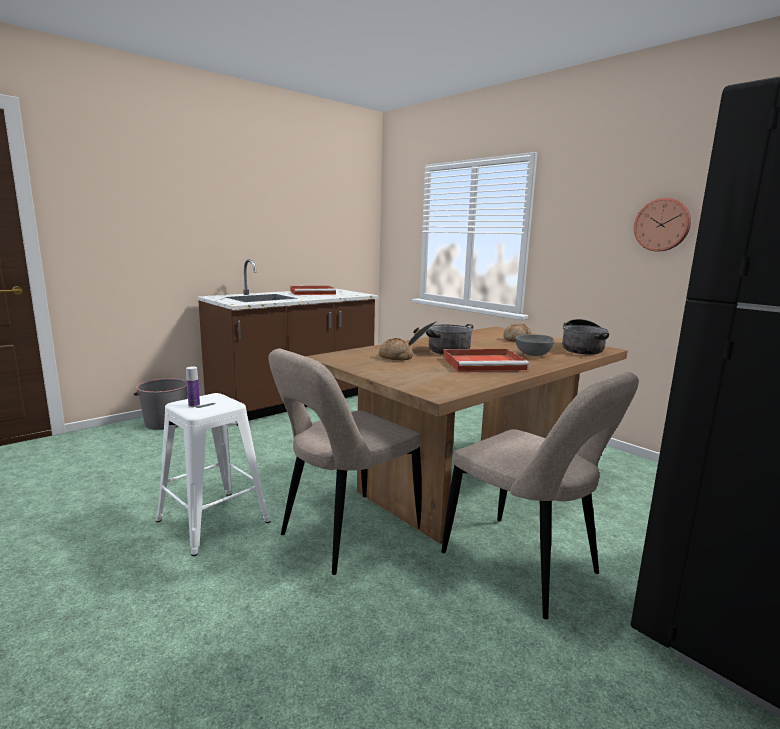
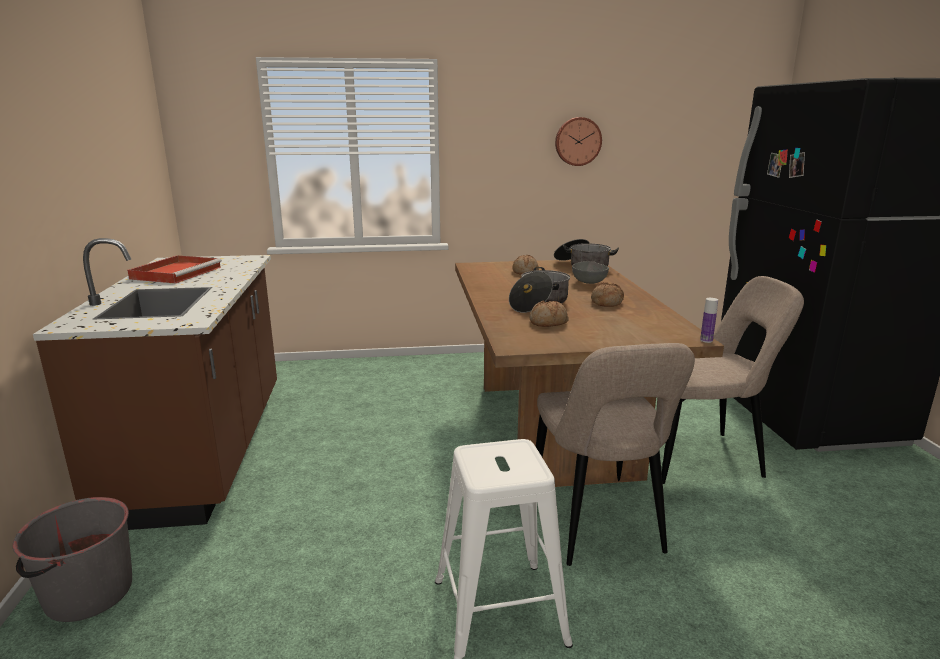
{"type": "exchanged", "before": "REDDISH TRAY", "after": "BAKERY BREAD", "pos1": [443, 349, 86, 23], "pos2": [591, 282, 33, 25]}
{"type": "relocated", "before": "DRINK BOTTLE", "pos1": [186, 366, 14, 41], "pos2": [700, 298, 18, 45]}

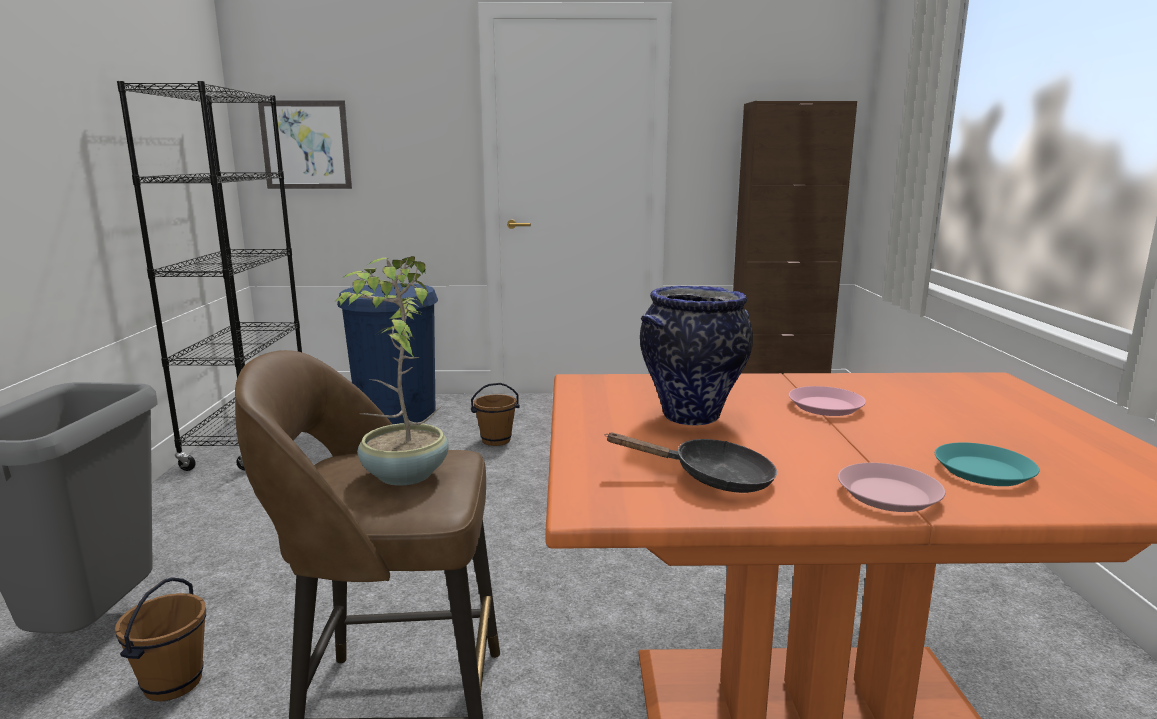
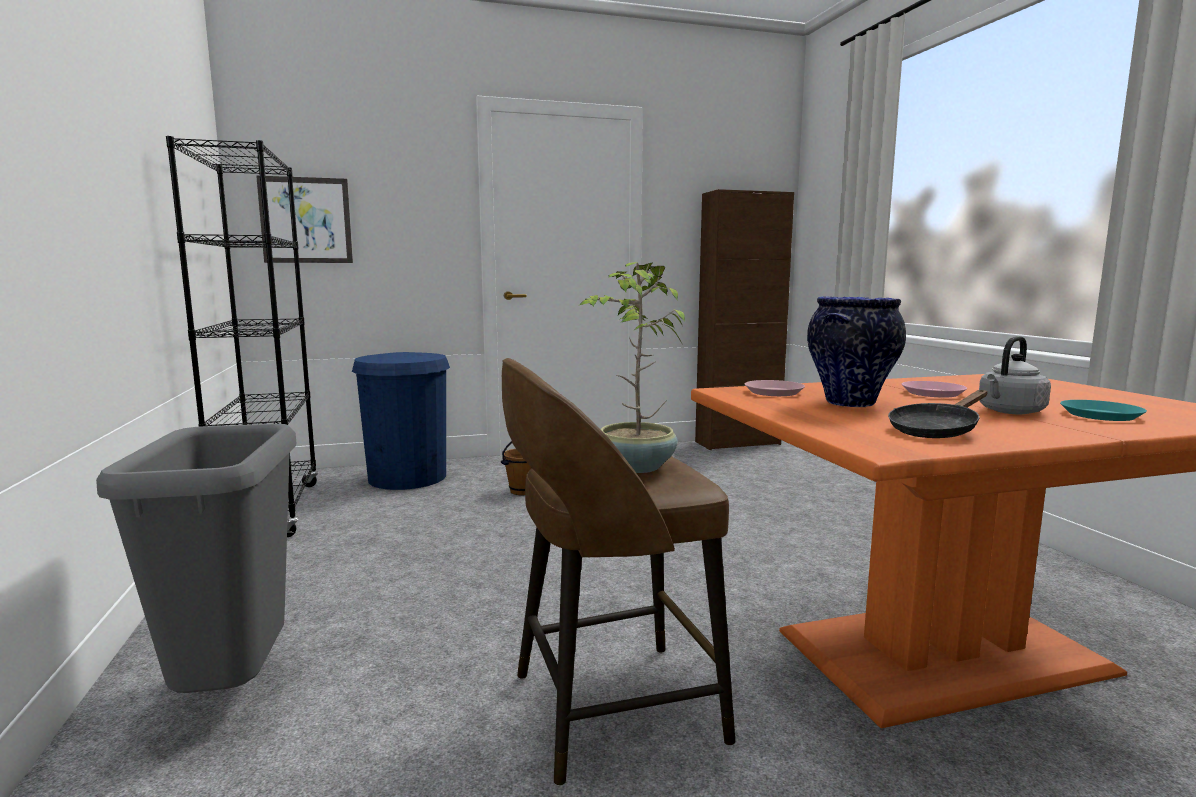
{"type": "spun", "before": "BLACKISH FRYING PAN", "pos1": [605, 432, 172, 61], "pos2": [888, 390, 99, 48], "turn": 150}
{"type": "relocated", "before": "PINK PLATE", "pos1": [838, 463, 107, 49], "pos2": [745, 380, 60, 16]}
{"type": "missing", "before": "BROWN-COLOURED BUCKET", "pos1": [115, 577, 91, 124]}
{"type": "appeared", "after": "GREYISH KETTLE", "pos2": [979, 336, 72, 78]}

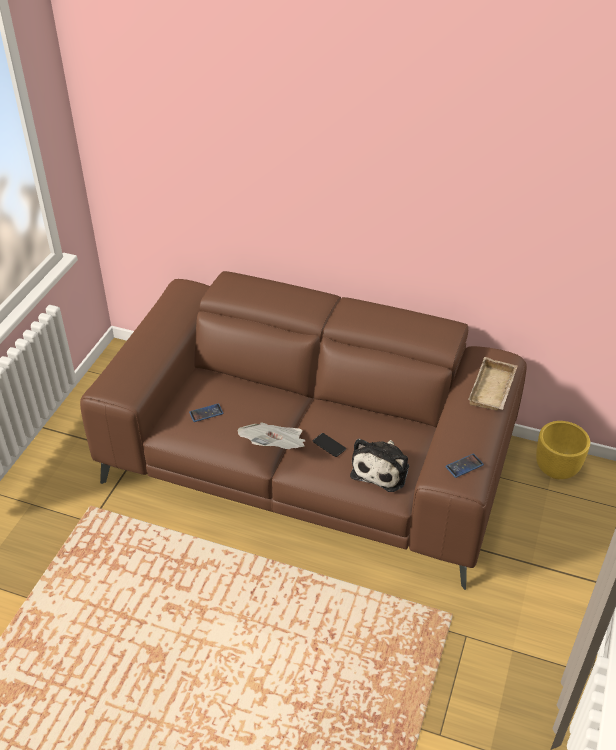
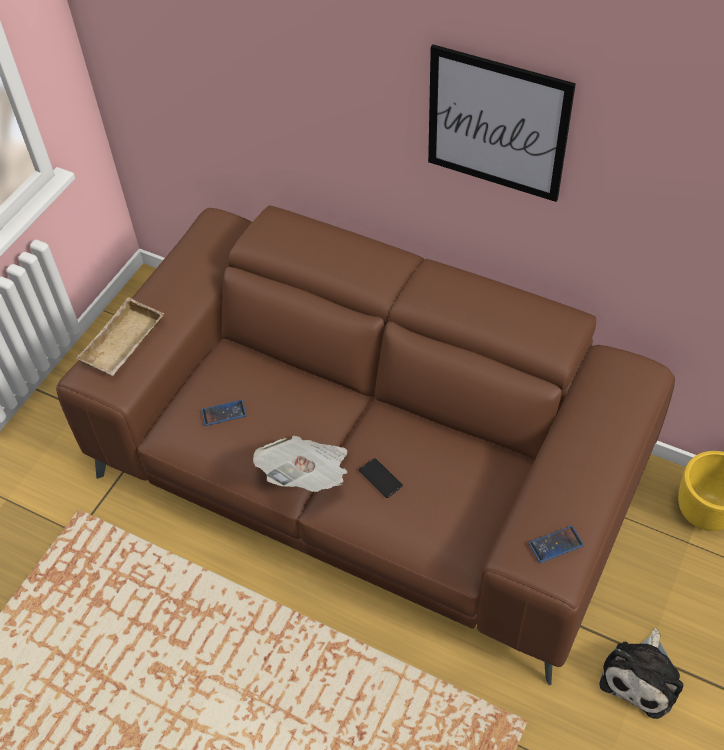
{"type": "relocated", "before": "SAND-COLOURED TRAY", "pos1": [468, 357, 49, 54], "pos2": [76, 297, 88, 79]}
{"type": "relocated", "before": "PLUSH TOY", "pos1": [350, 438, 59, 54], "pos2": [599, 628, 84, 91]}
{"type": "appeared", "after": "WALL ART", "pos2": [428, 44, 148, 158]}

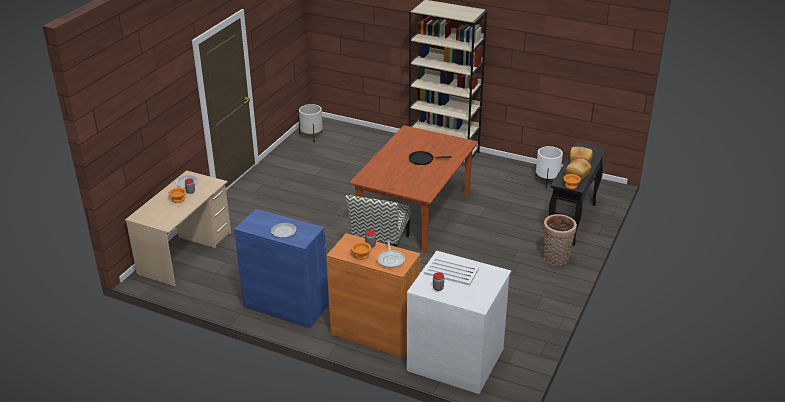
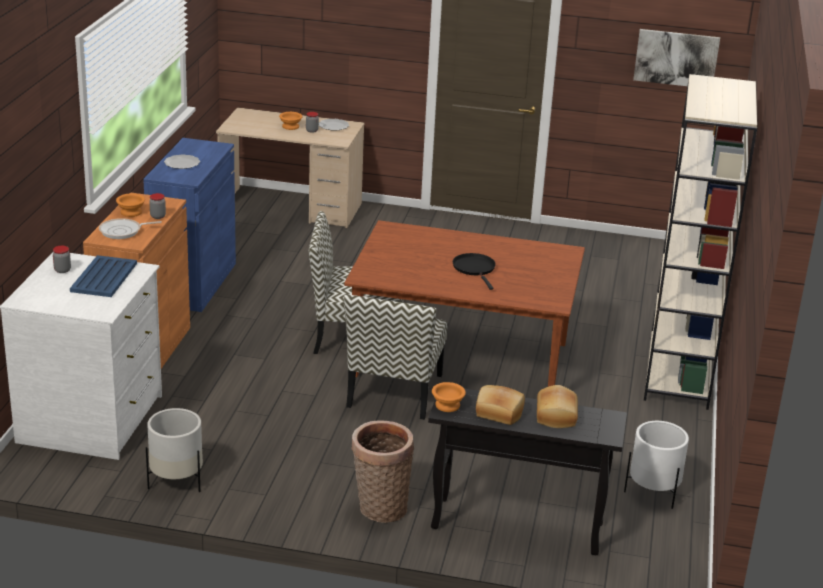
{"type": "relocated", "before": "WHITISH PLANT POT", "pos1": [298, 104, 25, 39], "pos2": [146, 408, 57, 84]}
{"type": "colour", "before": "WHITISH TRAY", "after": "BLUE TRAY", "pos1": [424, 257, 55, 29], "pos2": [70, 255, 67, 42]}
{"type": "appeared", "after": "WALL ART", "pos2": [633, 29, 87, 57]}
{"type": "appeared", "after": "PLAIN CHAIR", "pos2": [344, 294, 104, 126]}

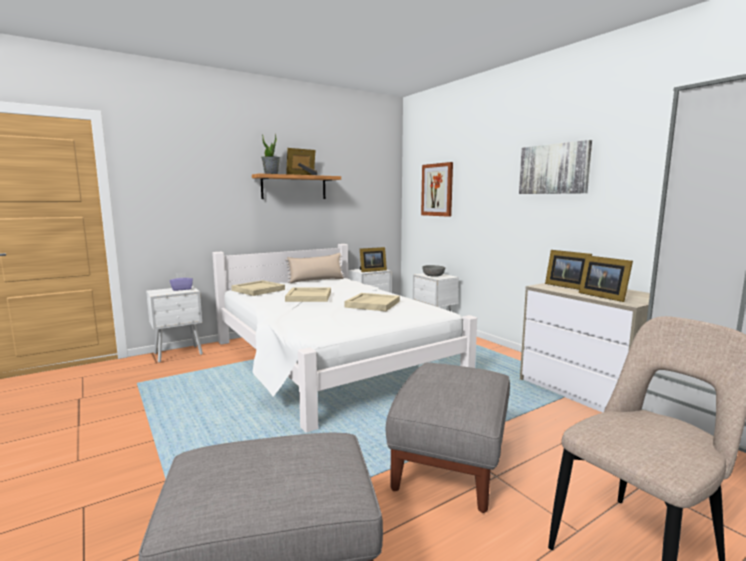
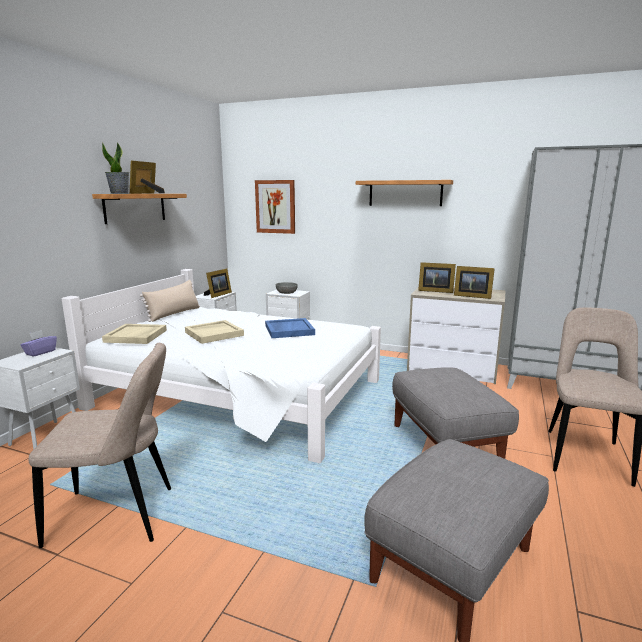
{"type": "exchanged", "before": "WALL ART", "after": "SHELF", "pos1": [519, 140, 73, 54], "pos2": [356, 180, 97, 26]}
{"type": "colour", "before": "SAND-COLOURED TRAY", "after": "BLUE TRAY", "pos1": [345, 293, 55, 18], "pos2": [265, 318, 50, 20]}
{"type": "appeared", "after": "SAND-COLOURED PLAIN CHAIR", "pos2": [28, 343, 143, 205]}

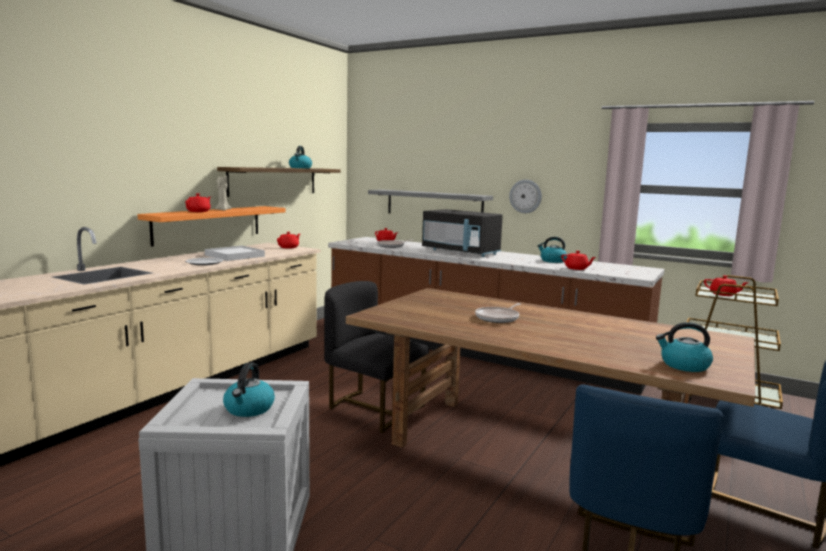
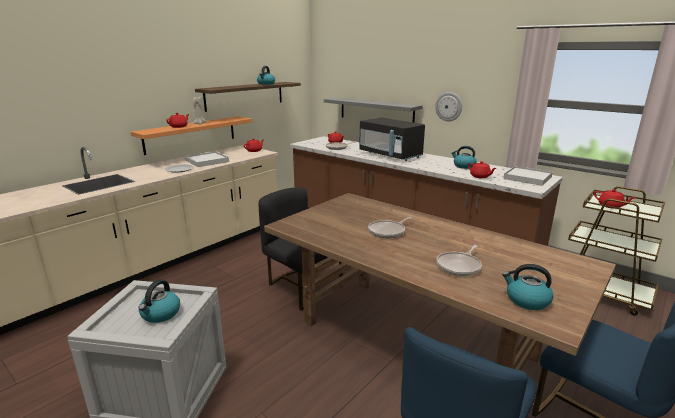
{"type": "appeared", "after": "WHITISH TRAY", "pos2": [503, 166, 50, 20]}
{"type": "appeared", "after": "FRYING PAN", "pos2": [436, 245, 46, 31]}

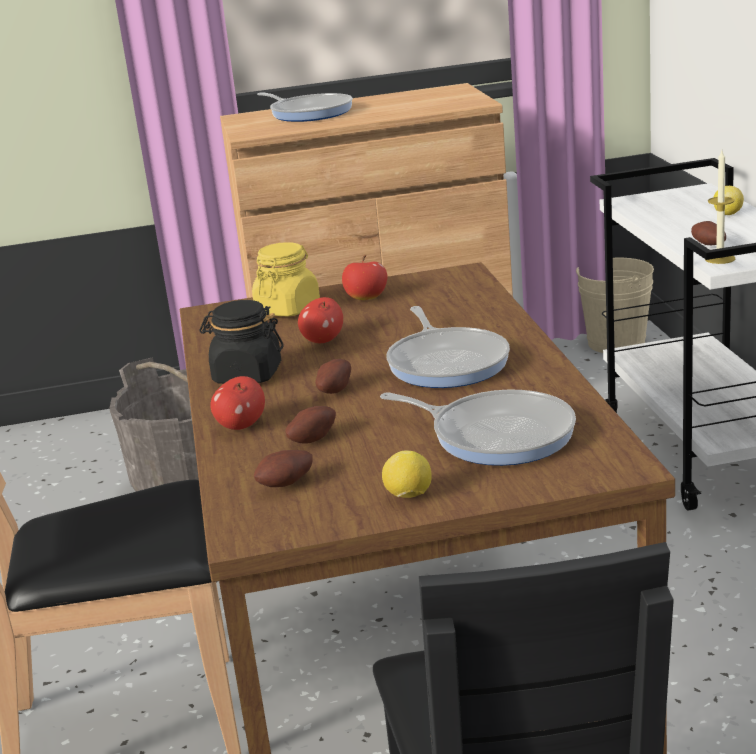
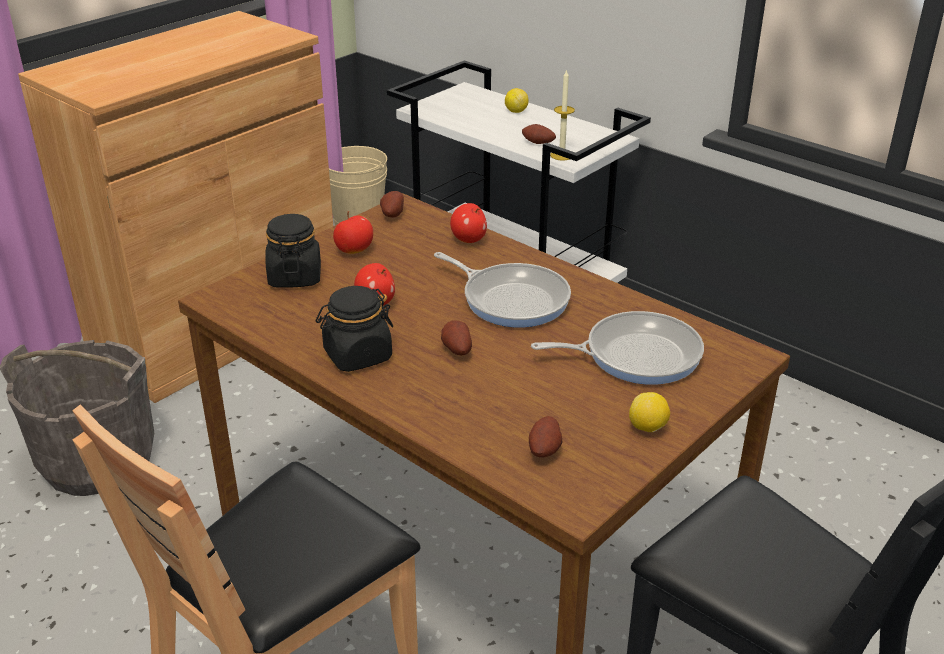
{"type": "missing", "before": "FRYING PAN", "pos1": [257, 92, 96, 30]}
{"type": "colour", "before": "YELLOW PRESERVE JAR", "after": "BLACKISH PRESERVE JAR", "pos1": [252, 242, 68, 74], "pos2": [265, 214, 56, 74]}
{"type": "relocated", "before": "APPLE", "pos1": [210, 376, 55, 54], "pos2": [450, 203, 37, 40]}
{"type": "relocated", "before": "WHOLE POTATO", "pos1": [285, 406, 51, 38], "pos2": [380, 191, 24, 26]}

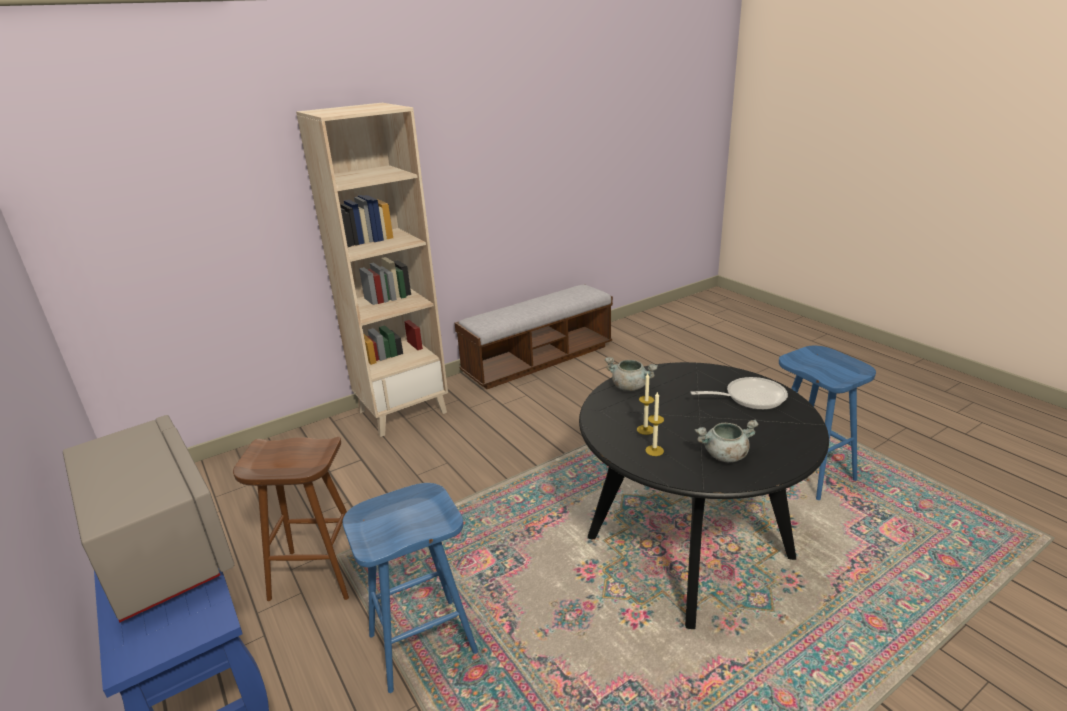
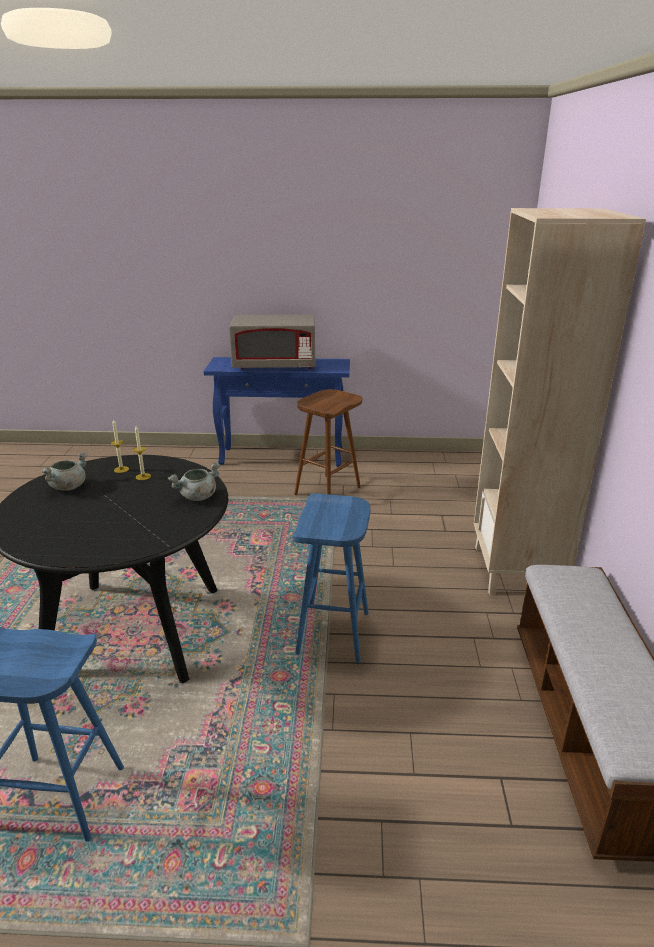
{"type": "missing", "before": "FRYING PAN", "pos1": [690, 377, 98, 33]}
{"type": "relocated", "before": "BLUE STOOL", "pos1": [343, 483, 135, 210], "pos2": [293, 494, 78, 169]}

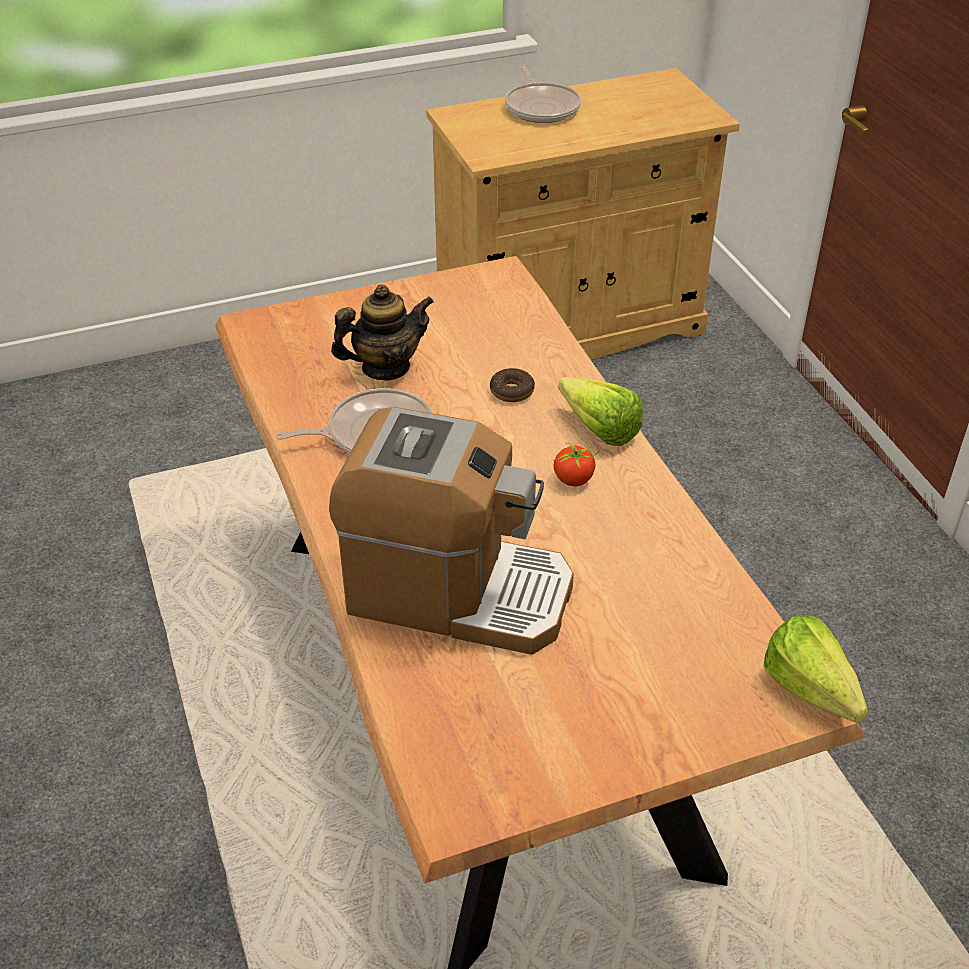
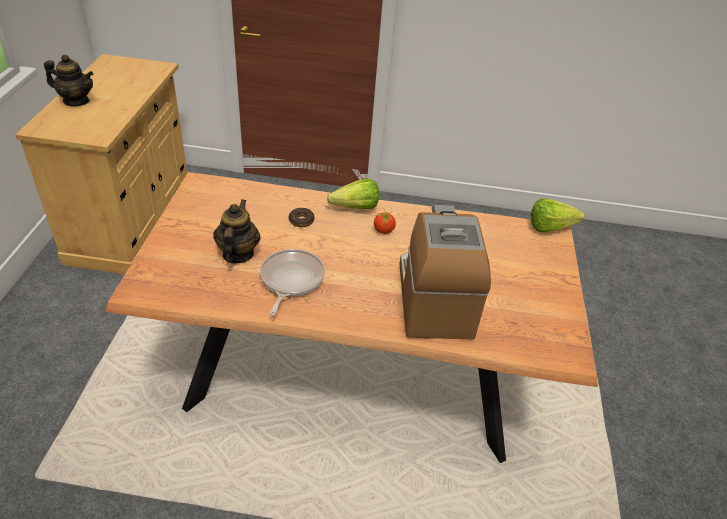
{"type": "exchanged", "before": "FRYING PAN", "after": "TEA POT", "pos1": [505, 64, 76, 59], "pos2": [44, 55, 50, 51]}
{"type": "spun", "before": "COFFEE BREWER", "pos1": [329, 407, 245, 248], "pos2": [399, 205, 92, 135], "turn": -45}

